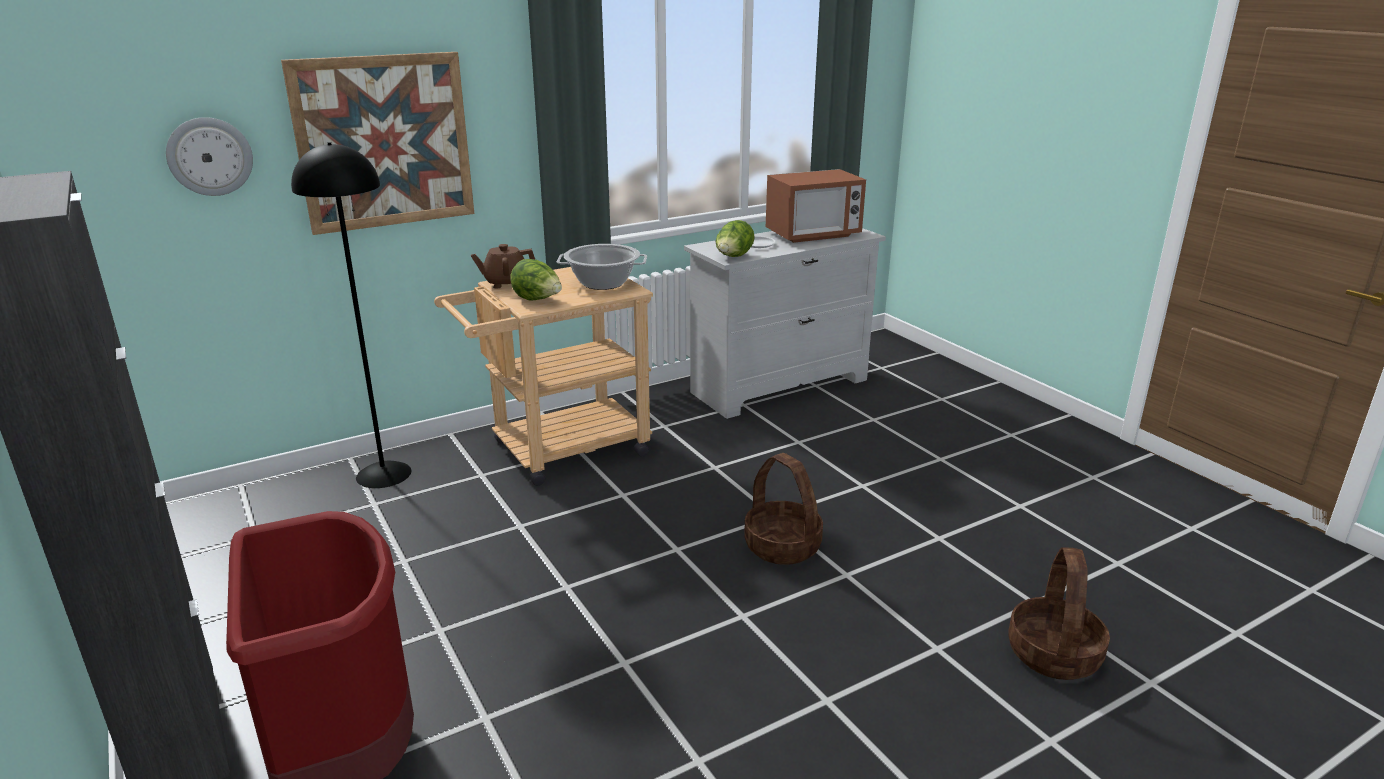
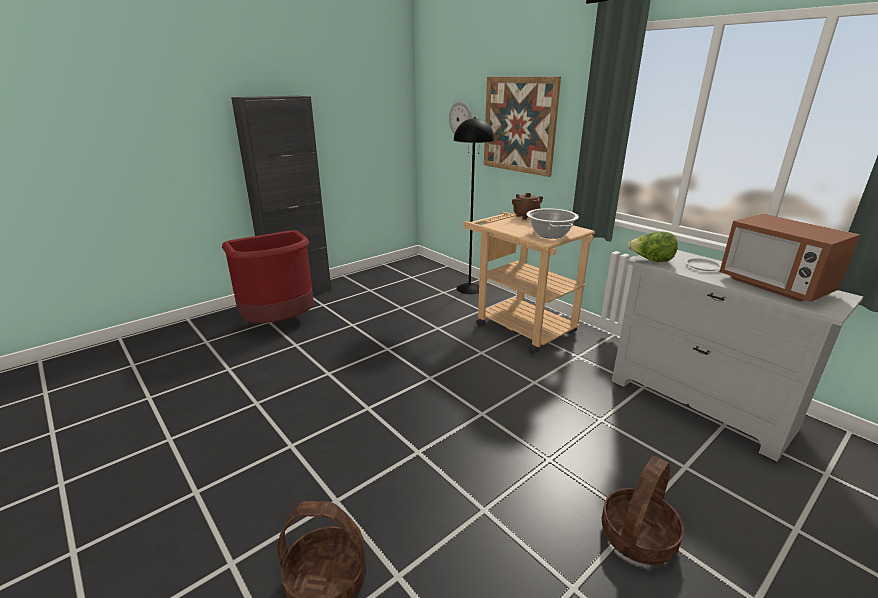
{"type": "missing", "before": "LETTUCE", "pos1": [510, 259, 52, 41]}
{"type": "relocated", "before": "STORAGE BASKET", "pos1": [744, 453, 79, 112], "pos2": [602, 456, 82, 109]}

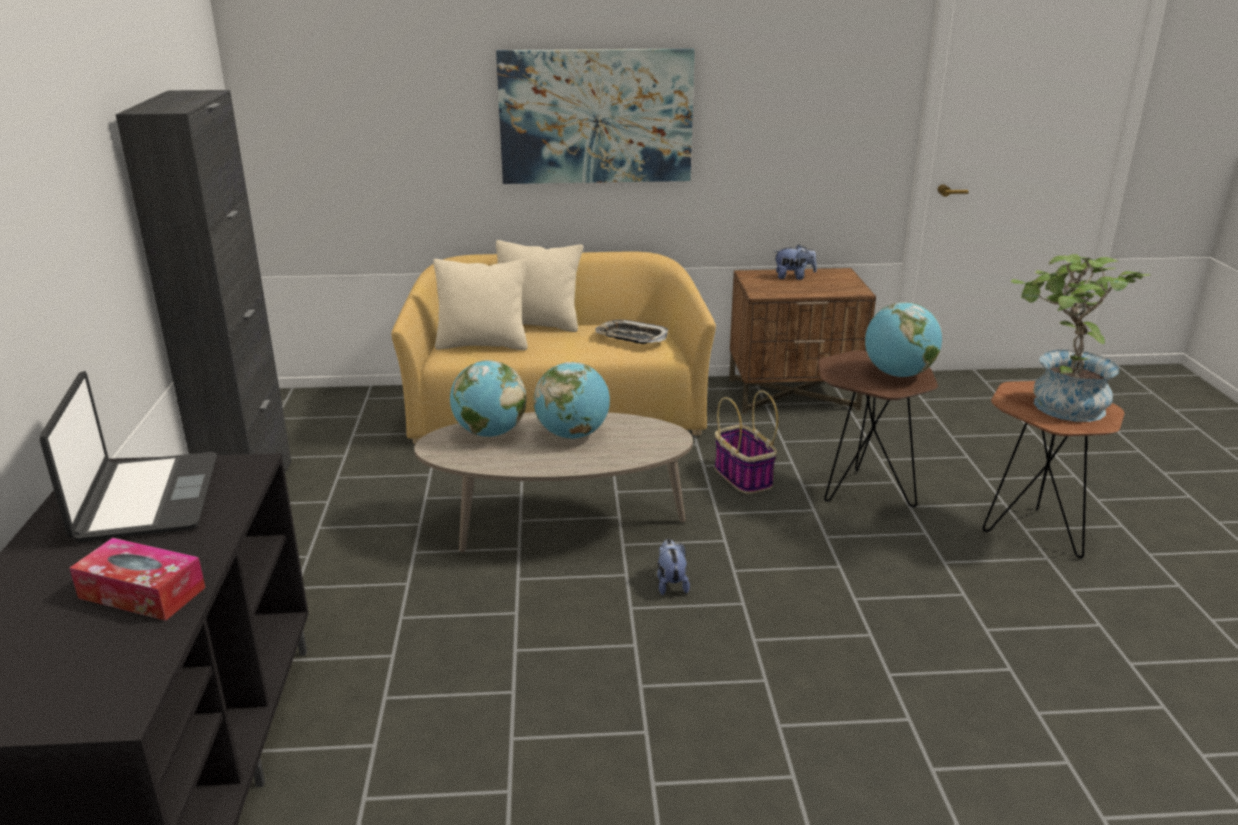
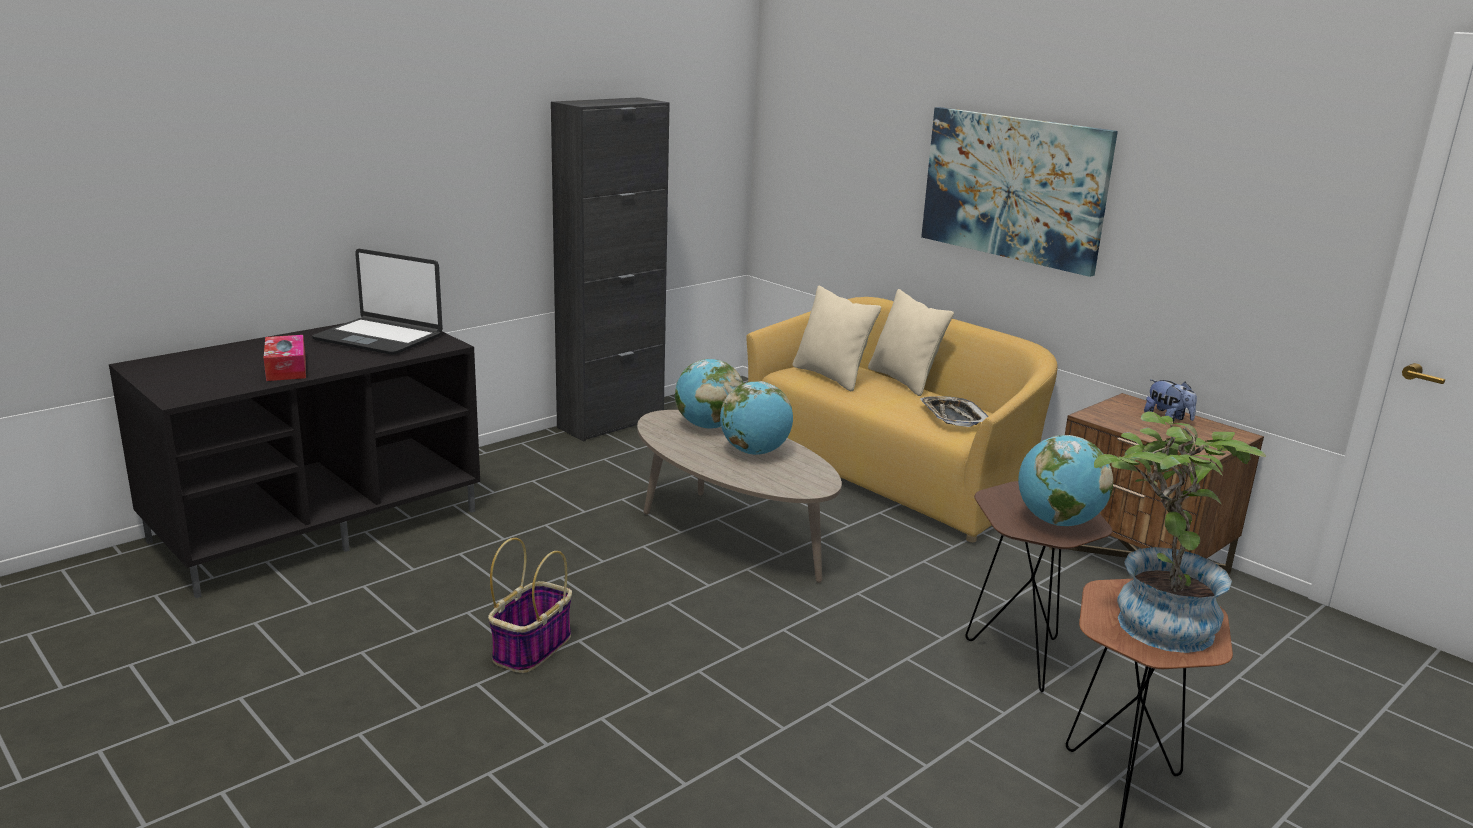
{"type": "spun", "before": "PORTABLE COMPUTER", "pos1": [39, 371, 178, 171], "pos2": [312, 249, 131, 106], "turn": 75}
{"type": "relocated", "before": "STORAGE BASKET", "pos1": [715, 390, 63, 104], "pos2": [488, 538, 84, 135]}
{"type": "missing", "before": "PLUSH TOY", "pos1": [657, 539, 33, 56]}

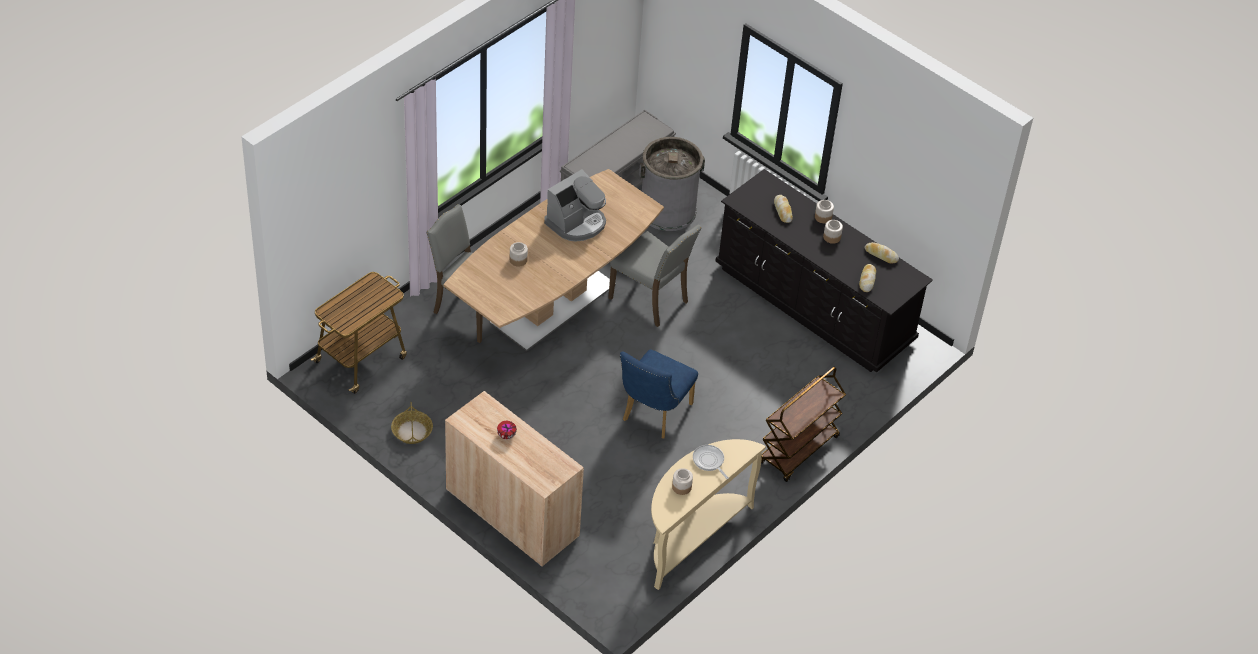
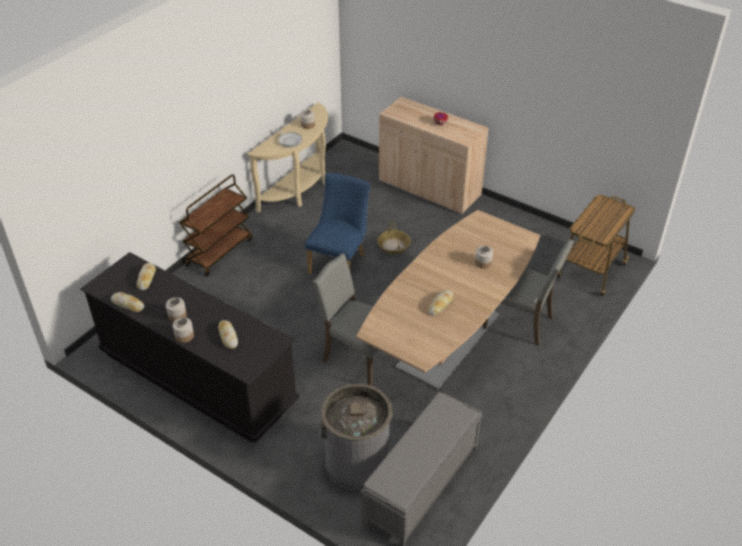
{"type": "exchanged", "before": "COFFEE BREWER", "after": "BAKERY BREAD", "pos1": [544, 169, 62, 73], "pos2": [427, 290, 26, 26]}
{"type": "relocated", "before": "STORAGE BASKET", "pos1": [391, 402, 42, 42], "pos2": [377, 221, 34, 33]}

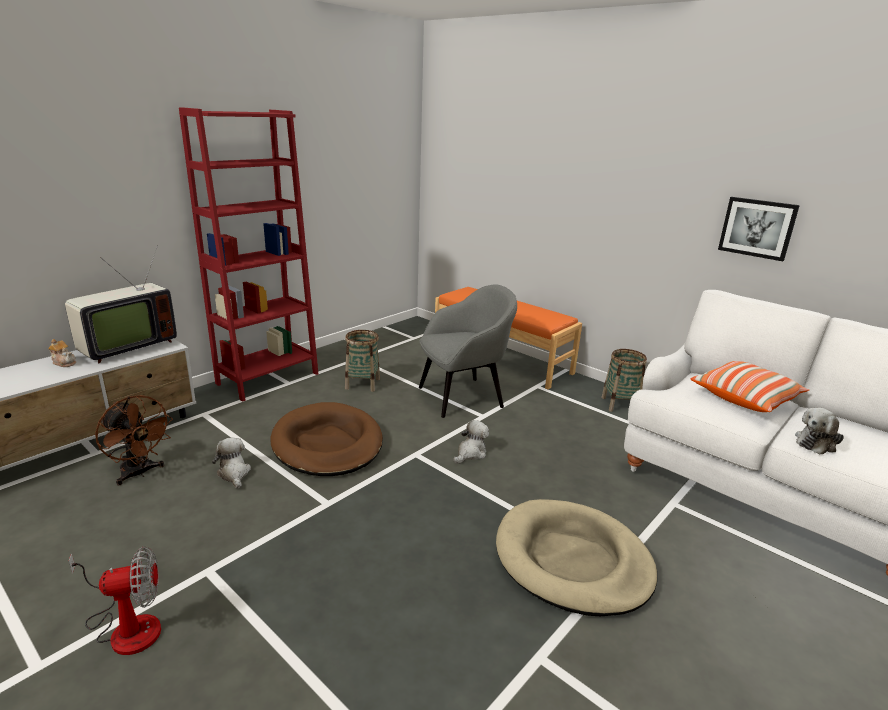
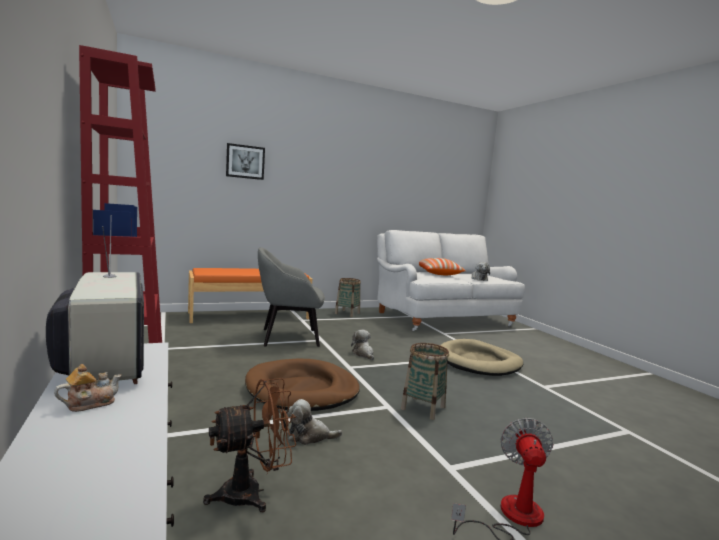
{"type": "relocated", "before": "WALL ART", "pos1": [718, 197, 82, 64], "pos2": [226, 143, 39, 37]}
{"type": "spun", "before": "GREYISH LOUNGE CHAIR", "pos1": [419, 284, 98, 134], "pos2": [258, 247, 67, 100], "turn": -105}
{"type": "relocated", "before": "STORAGE BASKET", "pos1": [345, 330, 35, 62], "pos2": [401, 343, 48, 77]}

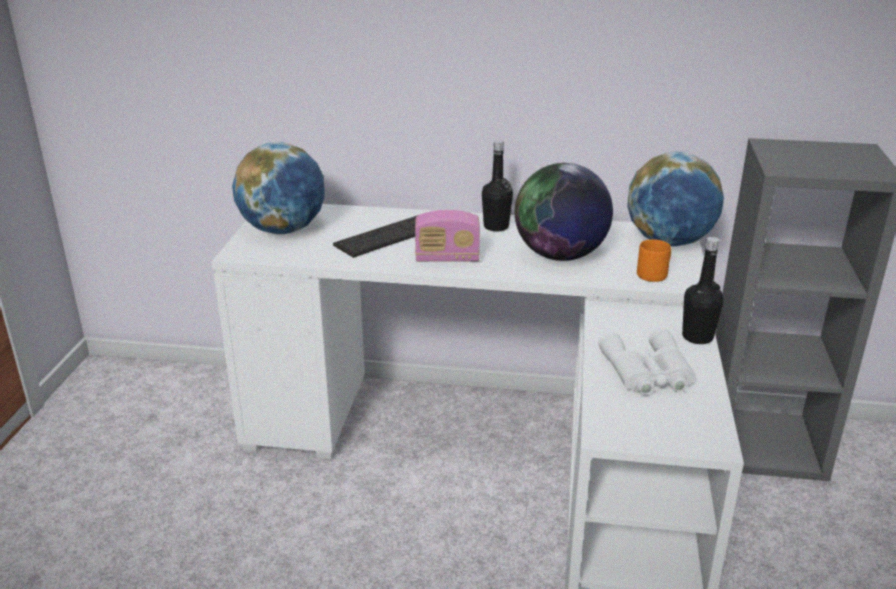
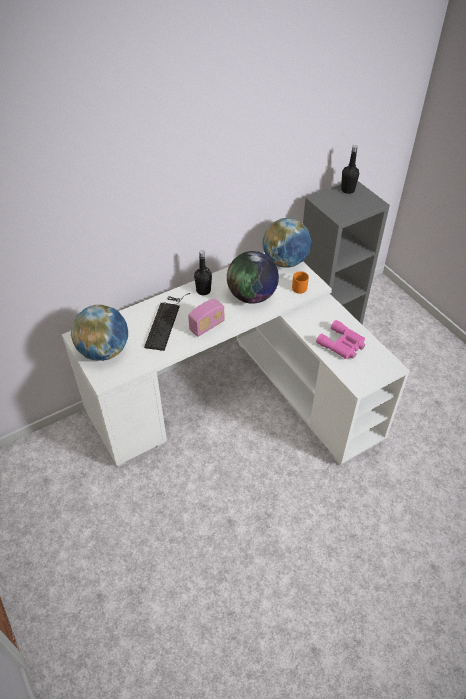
{"type": "relocated", "before": "BLACKISH DRINK BOTTLE", "pos1": [682, 237, 42, 107], "pos2": [341, 145, 18, 49]}
{"type": "colour", "before": "WHITISH FIELD GLASSES", "after": "PINK FIELD GLASSES", "pos1": [598, 328, 98, 68], "pos2": [316, 320, 49, 39]}

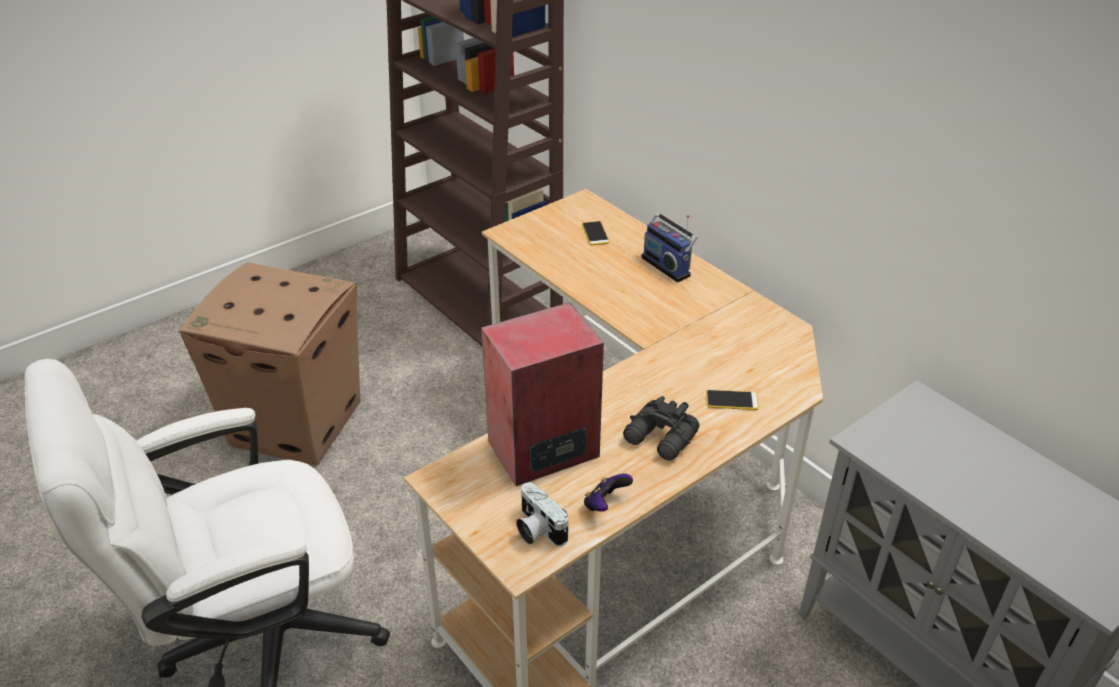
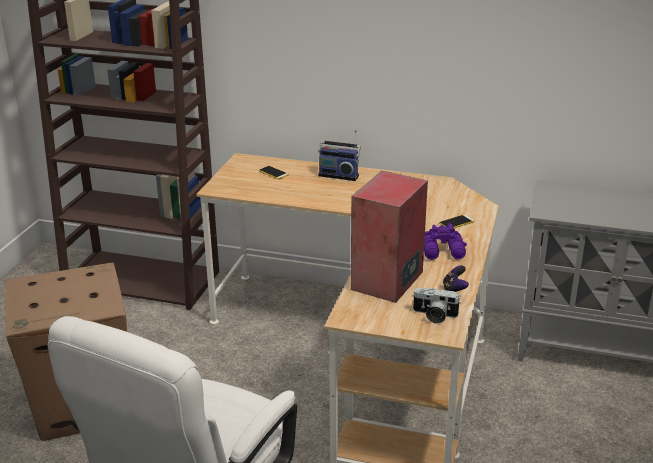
{"type": "colour", "before": "BLACKISH FIELD GLASSES", "after": "PURPLE FIELD GLASSES", "pos1": [623, 396, 77, 65], "pos2": [424, 223, 43, 37]}

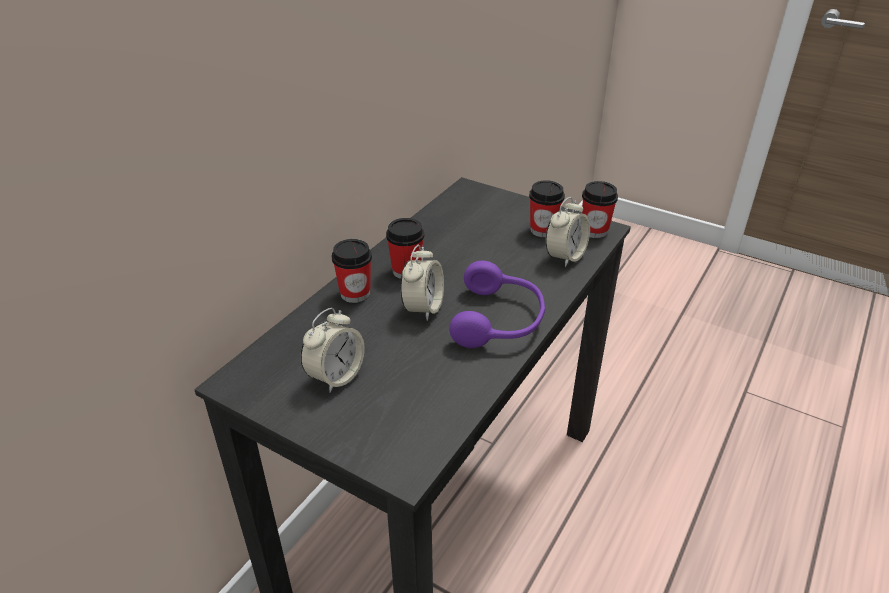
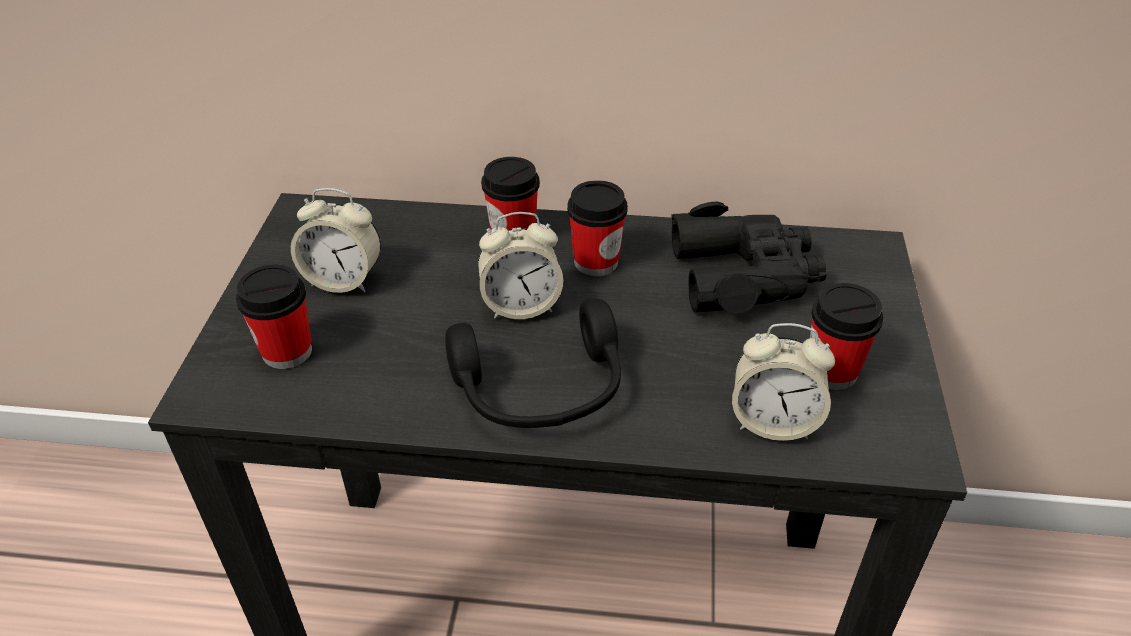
{"type": "relocated", "before": "CUP", "pos1": [582, 181, 36, 57], "pos2": [236, 264, 76, 105]}
{"type": "colour", "before": "PURPLE HEADPHONES", "after": "BLACKISH HEADPHONES", "pos1": [449, 261, 96, 87], "pos2": [445, 299, 176, 129]}
{"type": "appeared", "after": "BLACKISH FIELD GLASSES", "pos2": [671, 202, 156, 112]}

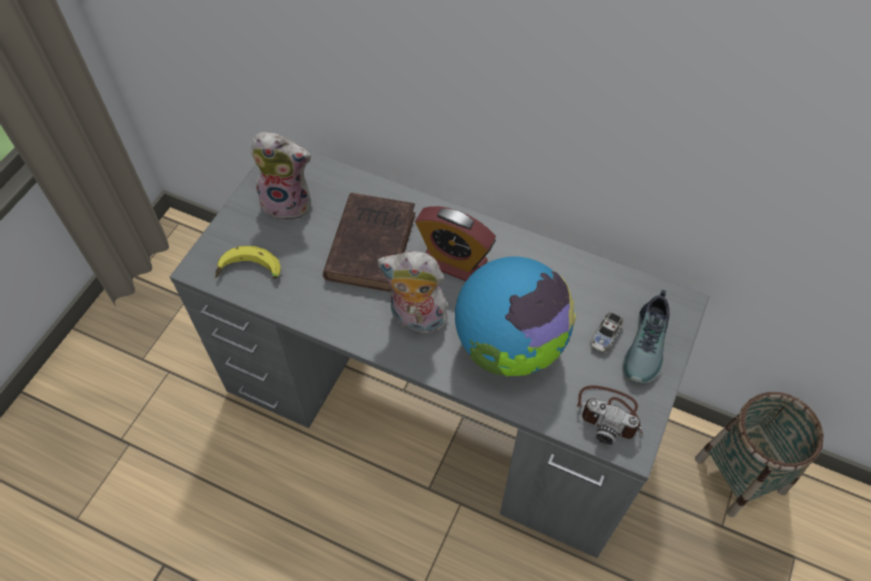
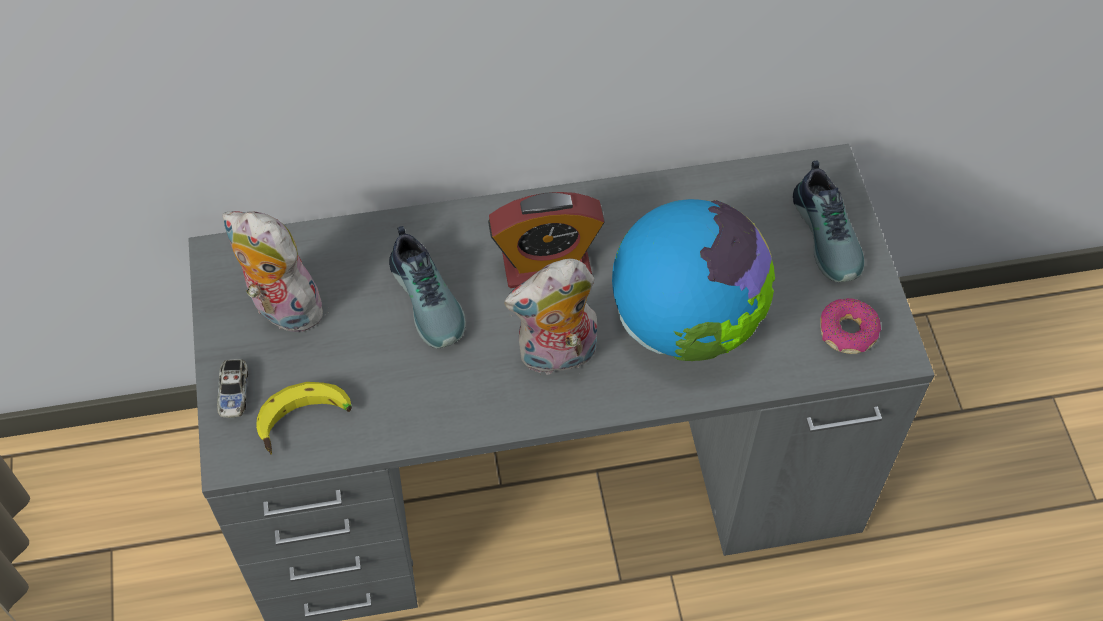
{"type": "spun", "before": "PLUSH TOY", "pos1": [250, 132, 61, 89], "pos2": [223, 211, 109, 121], "turn": -120}
{"type": "exchanged", "before": "BROWN-COLOURED VOLUME", "after": "ITEM OF FOOTWEAR", "pos1": [323, 193, 93, 99], "pos2": [389, 226, 77, 123]}
{"type": "relocated", "before": "MINIATURE CAR", "pos1": [590, 312, 33, 40], "pos2": [217, 359, 31, 59]}
{"type": "exchanged", "before": "PHOTO CAMERA", "after": "DONUT", "pos1": [577, 386, 66, 59], "pos2": [820, 298, 61, 56]}
{"type": "missing", "before": "STORAGE BASKET", "pos1": [695, 392, 128, 125]}

